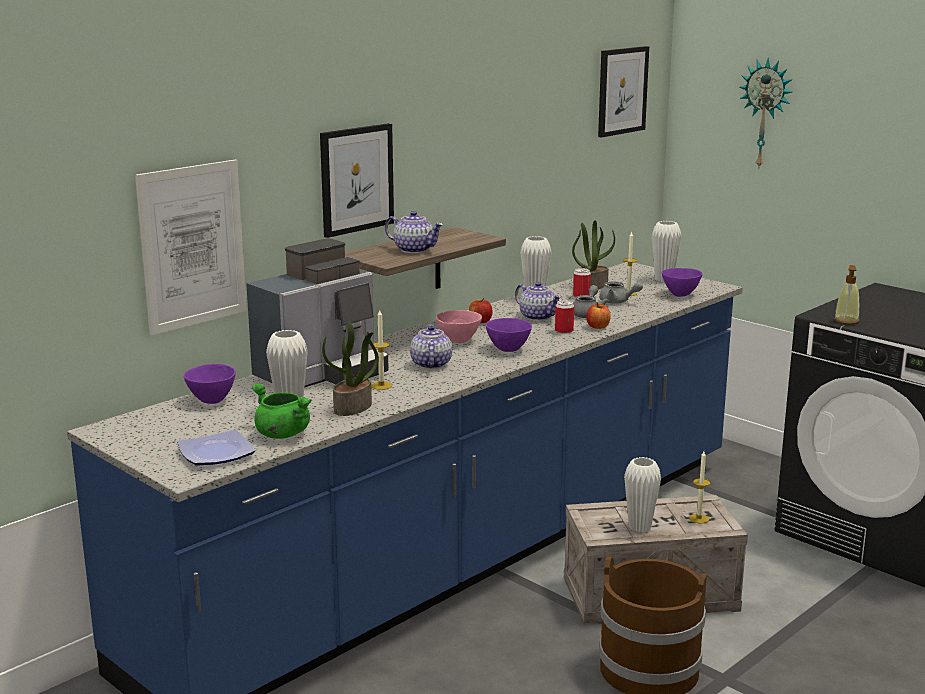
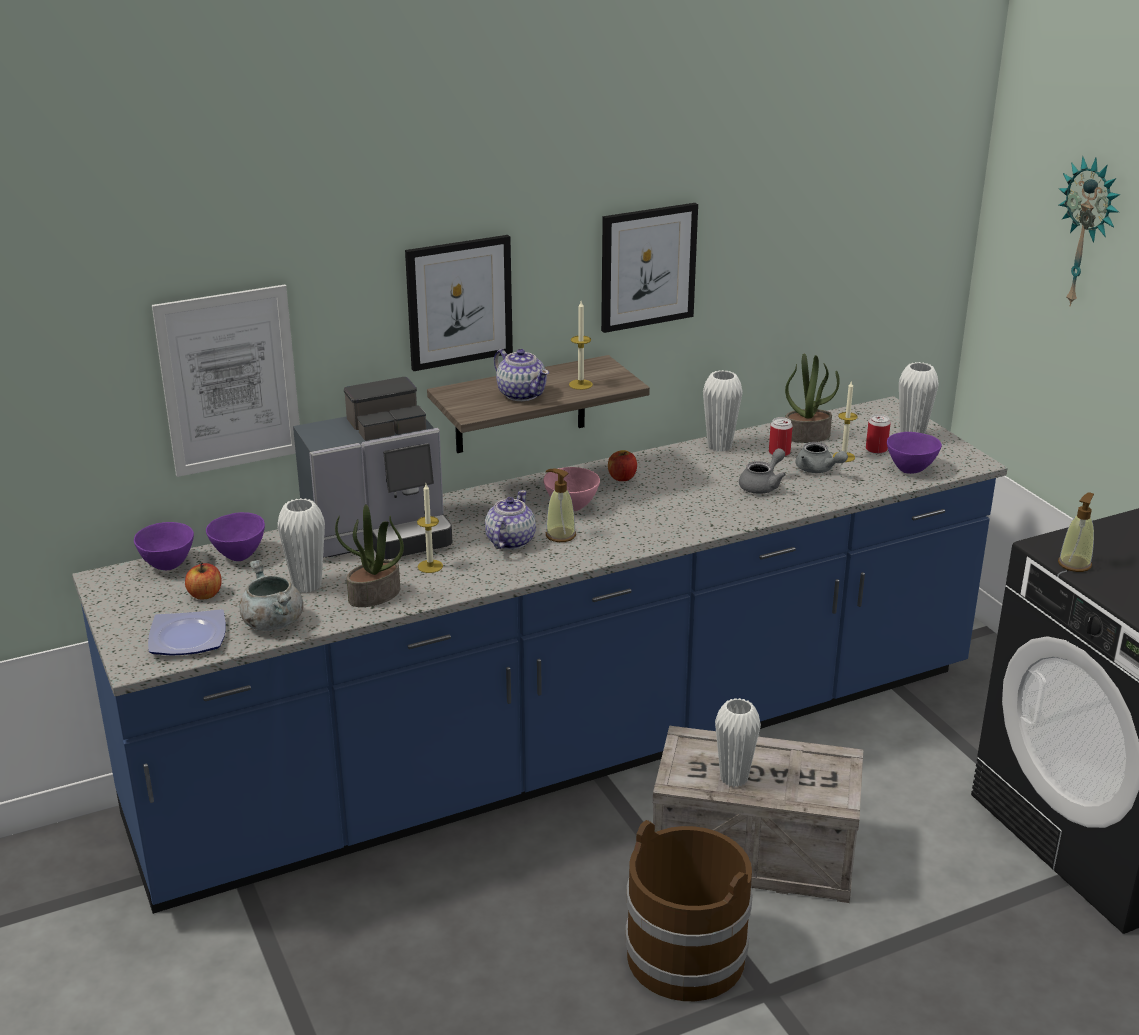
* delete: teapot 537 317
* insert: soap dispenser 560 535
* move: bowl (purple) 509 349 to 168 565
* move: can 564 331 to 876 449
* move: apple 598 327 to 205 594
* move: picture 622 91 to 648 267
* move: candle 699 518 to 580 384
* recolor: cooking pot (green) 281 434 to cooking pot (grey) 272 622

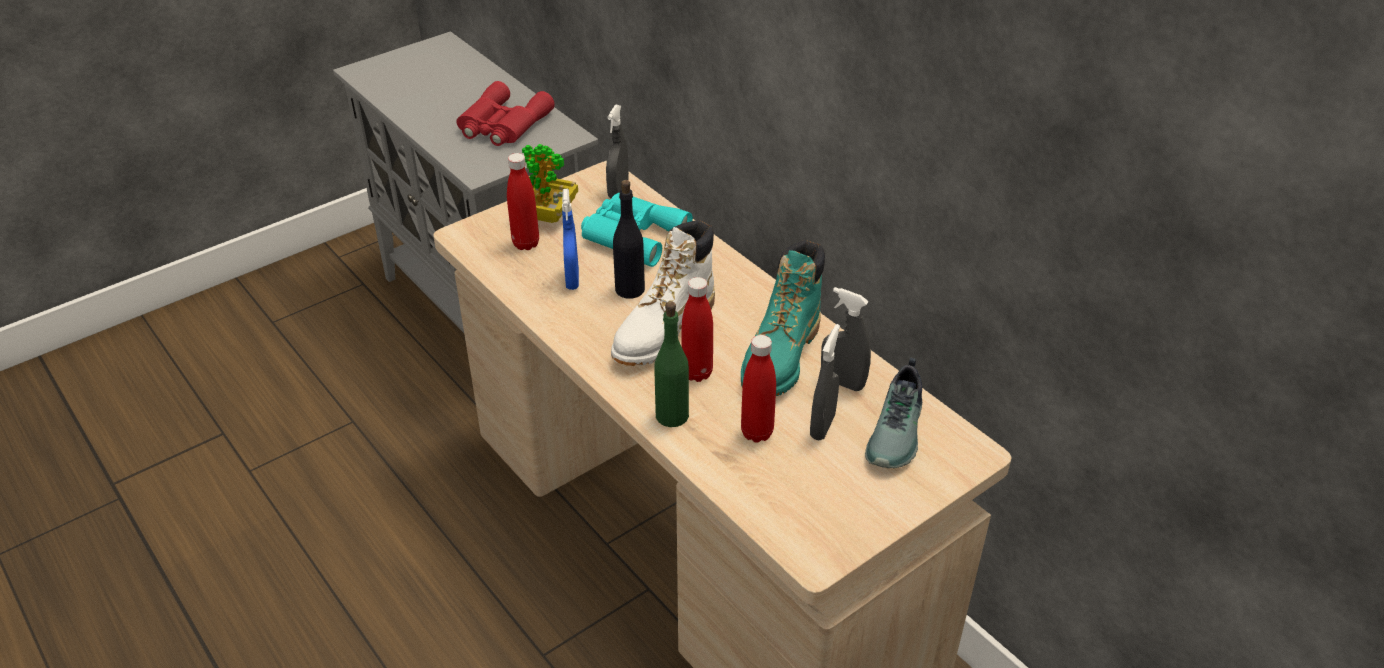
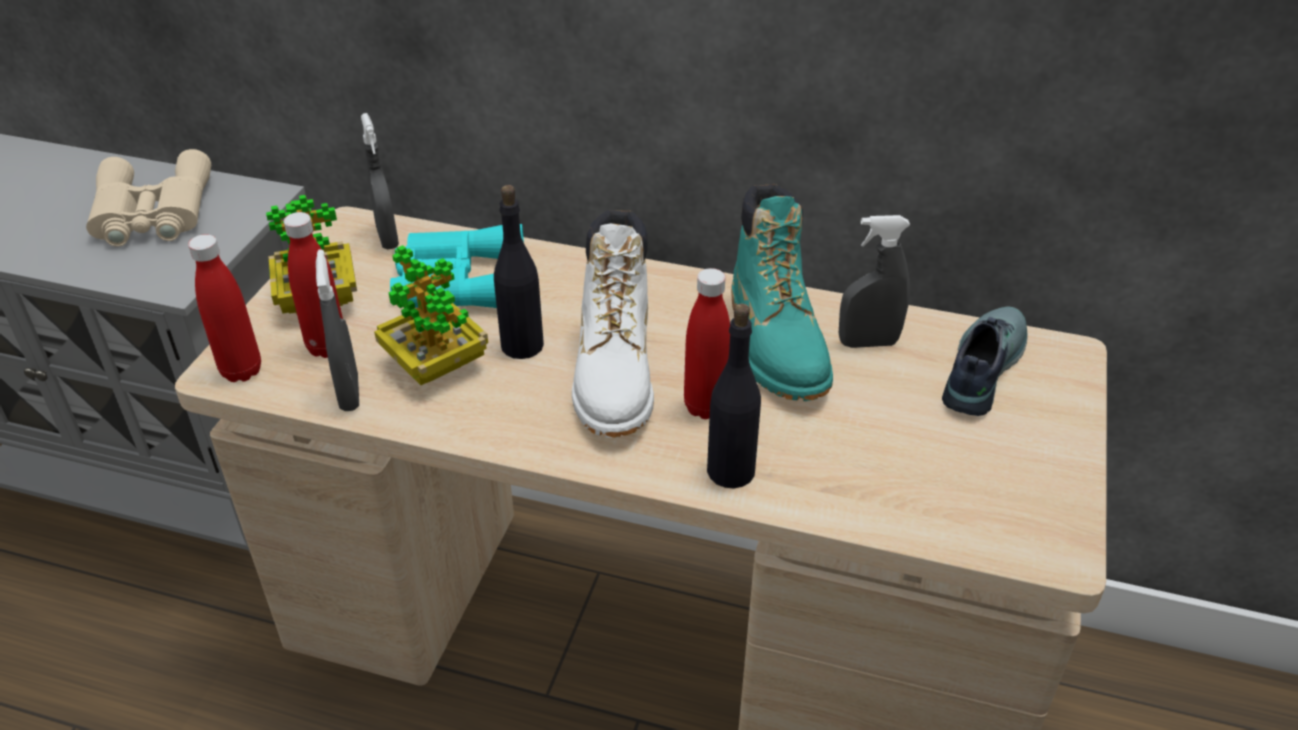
* move: bottle (red) 757 433 to 241 371
* move: spray bottle (grey) 822 426 to 349 393
* replace: spray bottle (blue) 572 279 to potted plant 435 365
* recolor: binoculars (red) 502 125 to binoculars (beige) 151 213
* recolor: bottle (green) 672 415 to bottle (black) 730 471
* rotate: shoe 898 432 = 979 368 135 degrees counterclockwise

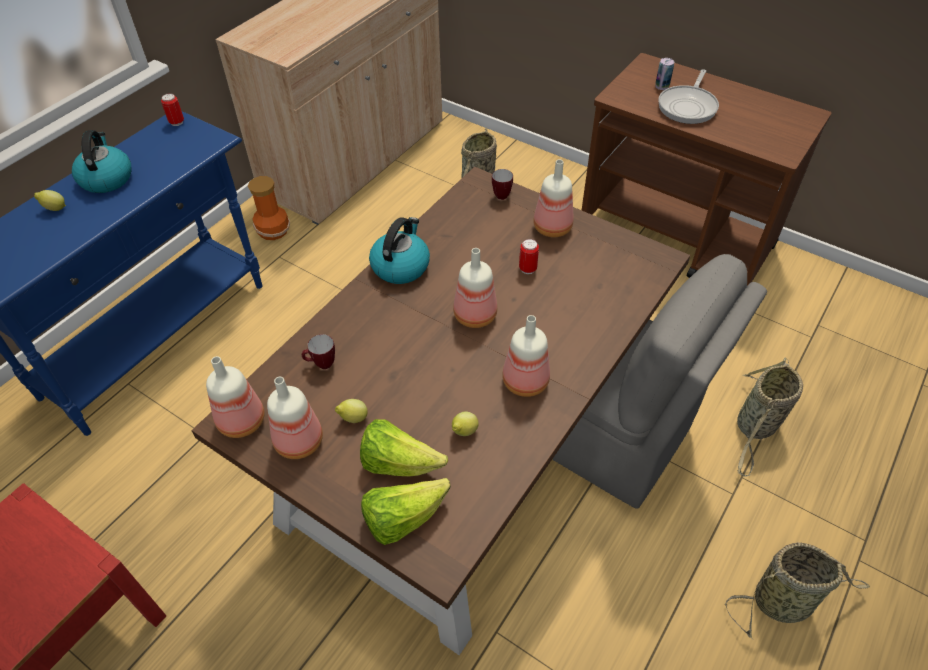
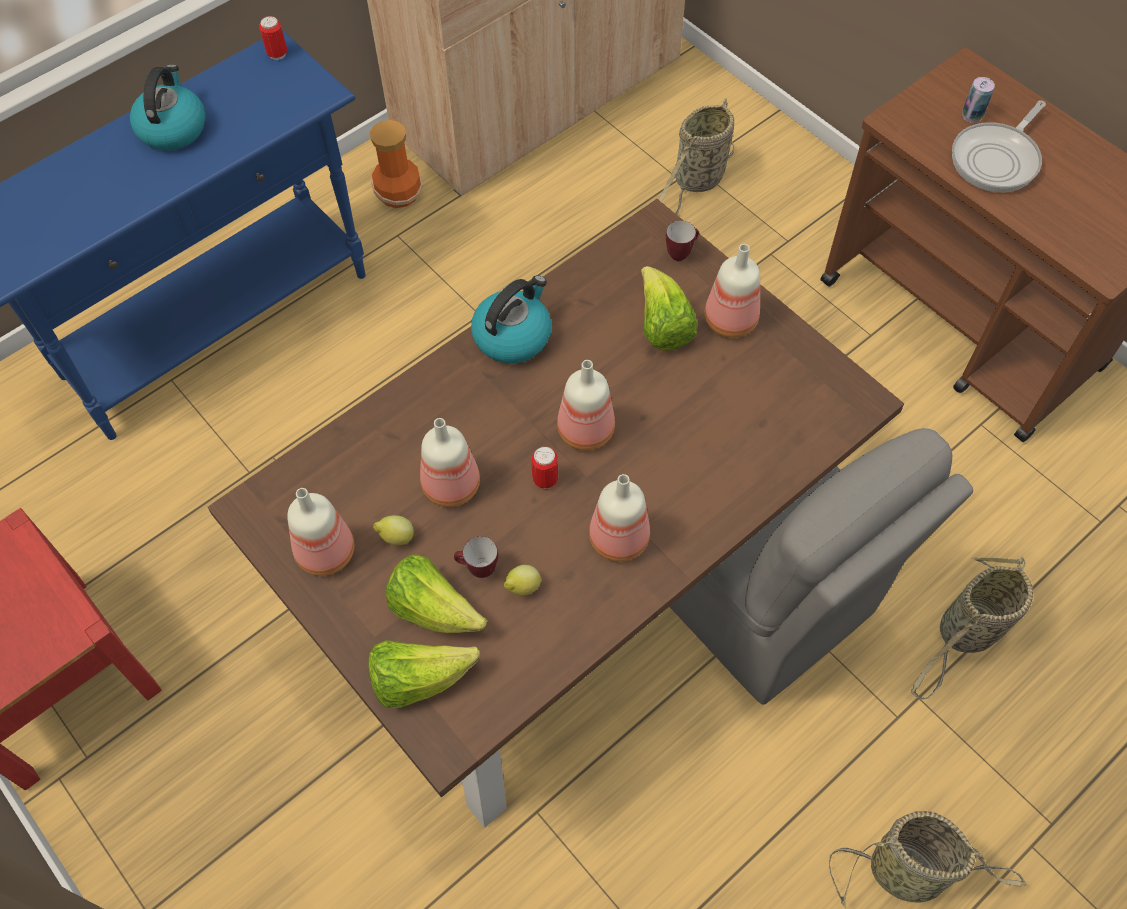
* delete: lemon 54 209
* insert: lettuce 662 326
* move: bottle 241 420 to 450 484
* move: mug 321 365 to 477 569
* move: can 527 269 to 545 479

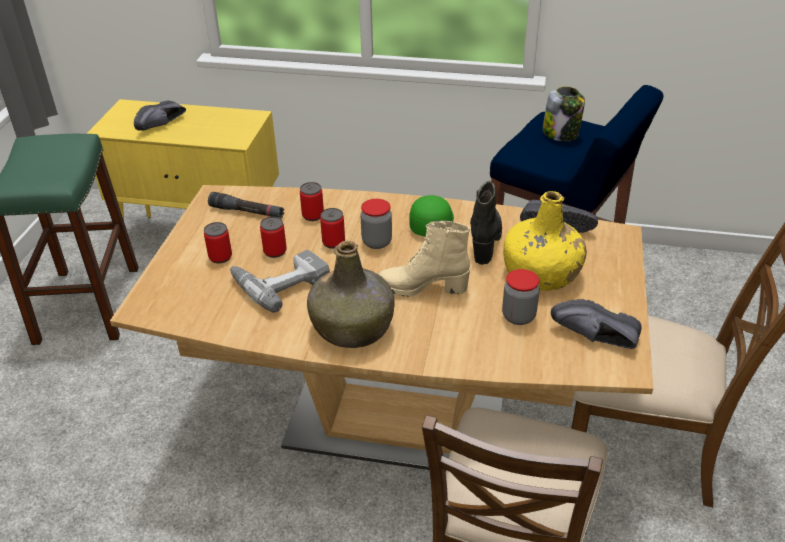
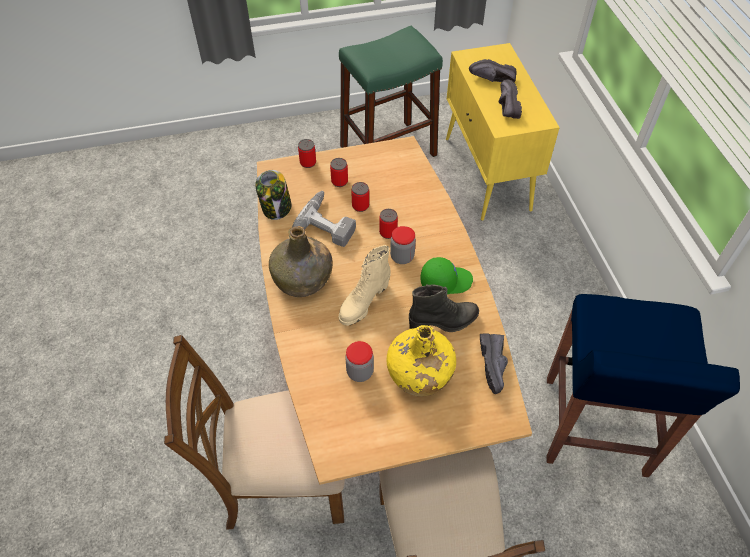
* delete: flashlight (black) 247 212
* move: can 313 215 to 308 163
* move: jar 561 134 to 276 208
* move: shoe (black) 594 339 to 505 106
* rotate: boot (beige) 422 287 = 363 302 120 degrees counterclockwise

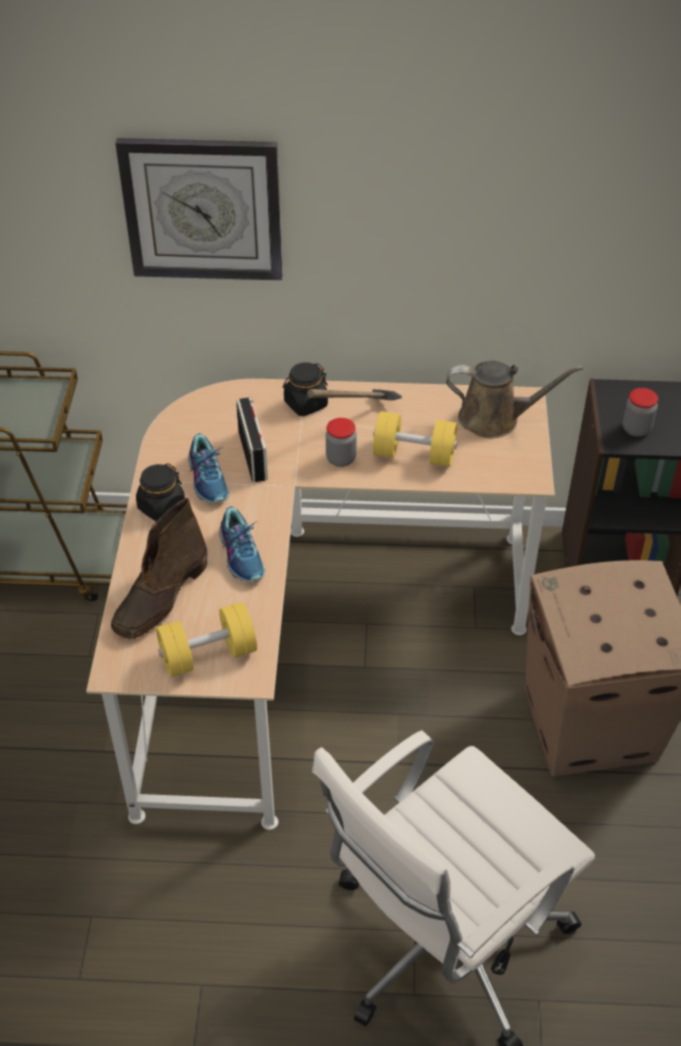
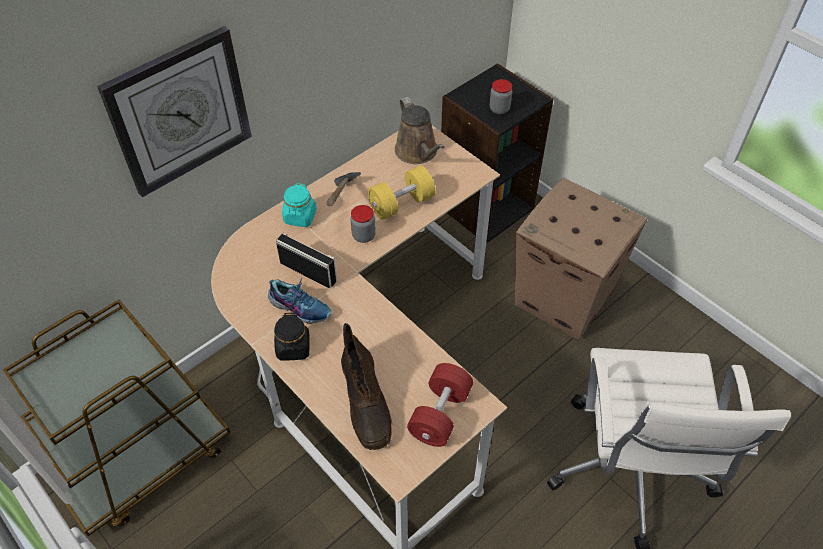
* delete: shoe 242 555
* recolor: dumbbell (yellow) 208 654 to dumbbell (red) 440 414
* recolor: jar (black) 305 404 to jar (turquoise) 300 217
* rotate: watering can (brown) 495 419 = 418 152 105 degrees clockwise

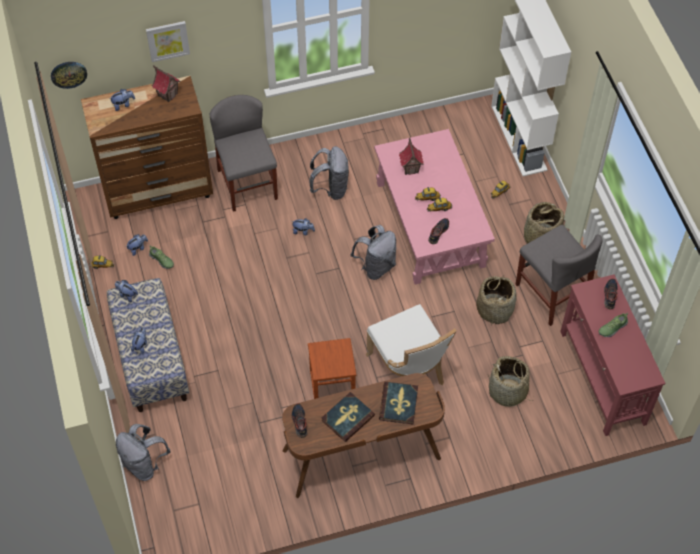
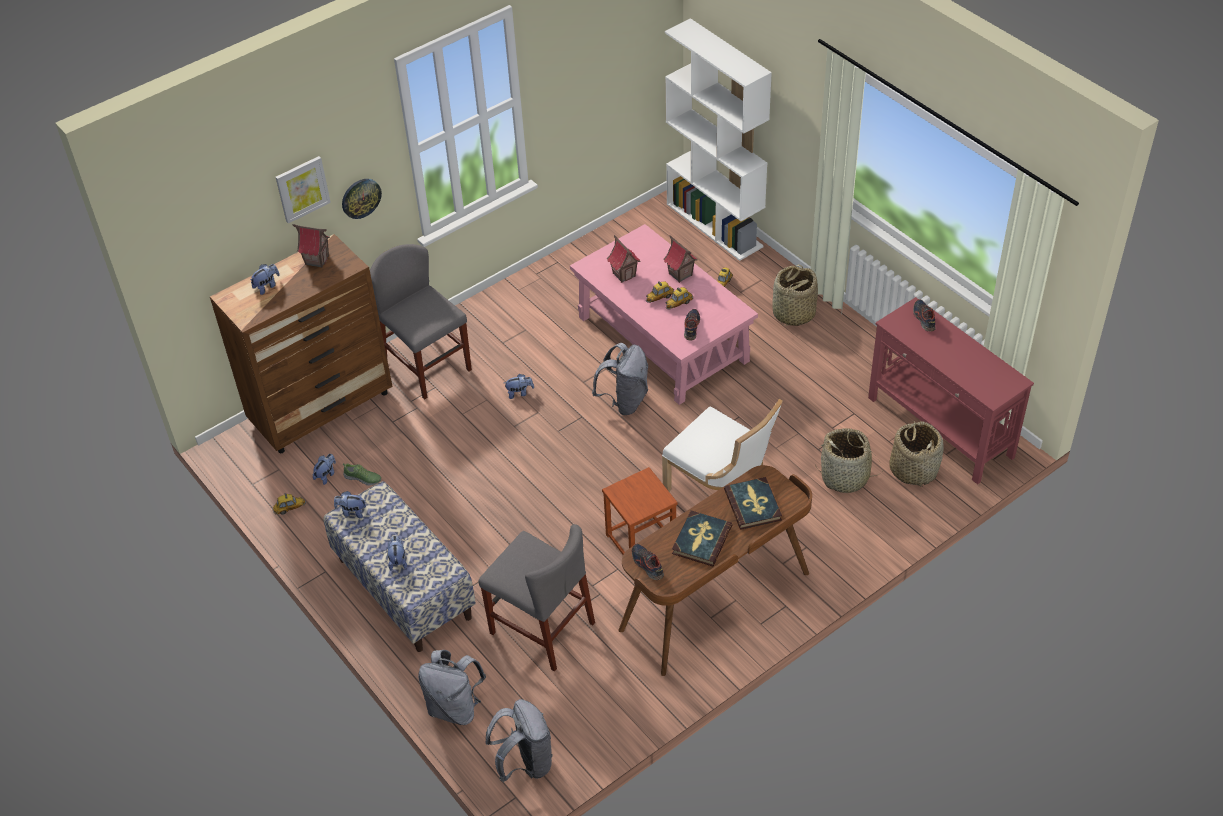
* delete: shoe 612 328
* insert: toy house 680 275
* move: wall clock 68 74 to 361 198
* move: backpack (grey) 331 188 to 525 762
* move: basket 495 309 to 913 469
* move: chair (grey) 552 293 to 542 628

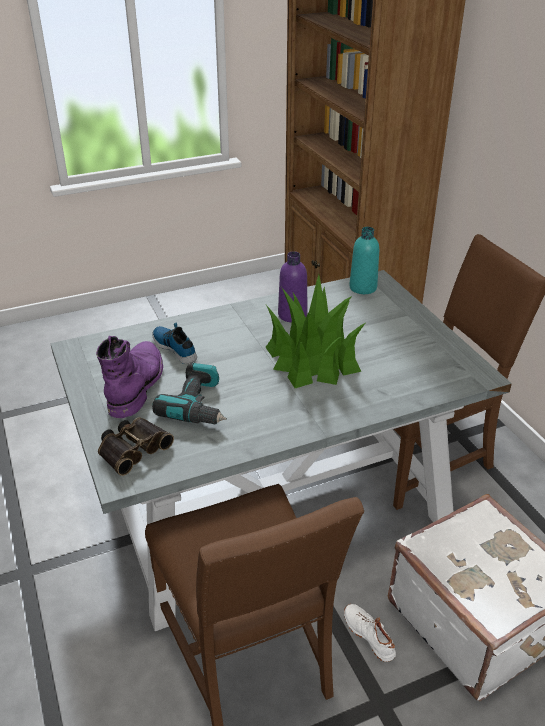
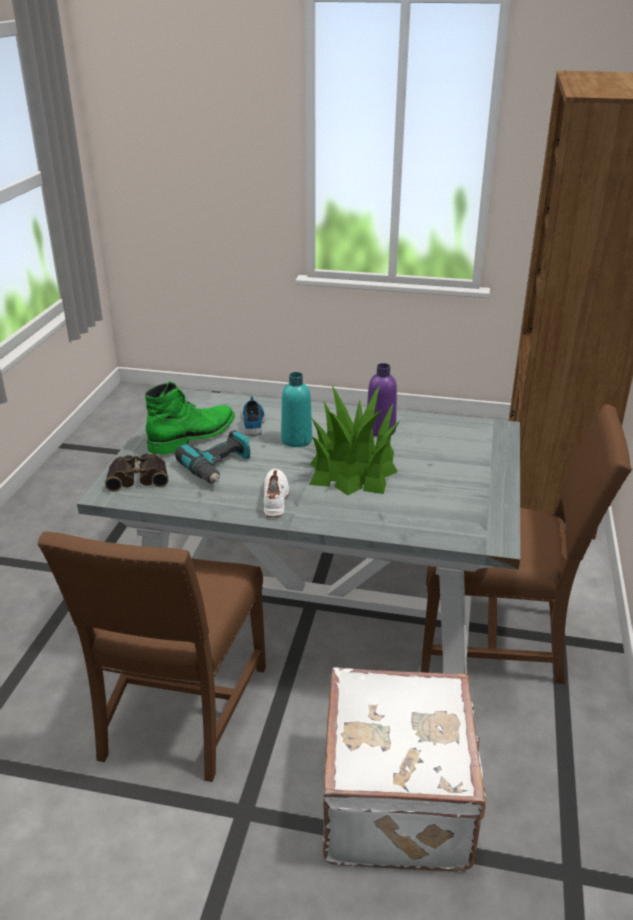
* move: shoe (white) 370 635 to 276 498
* move: bottle (turquoise) 363 288 to 296 440
* recolor: boot (purple) 136 384 to boot (green) 193 436

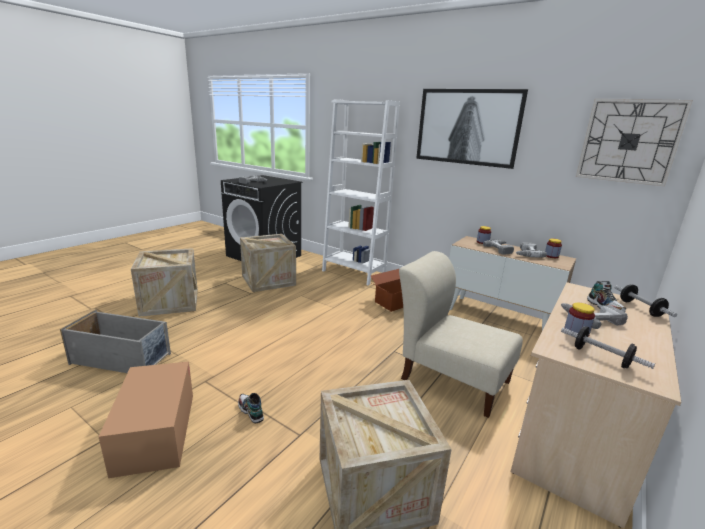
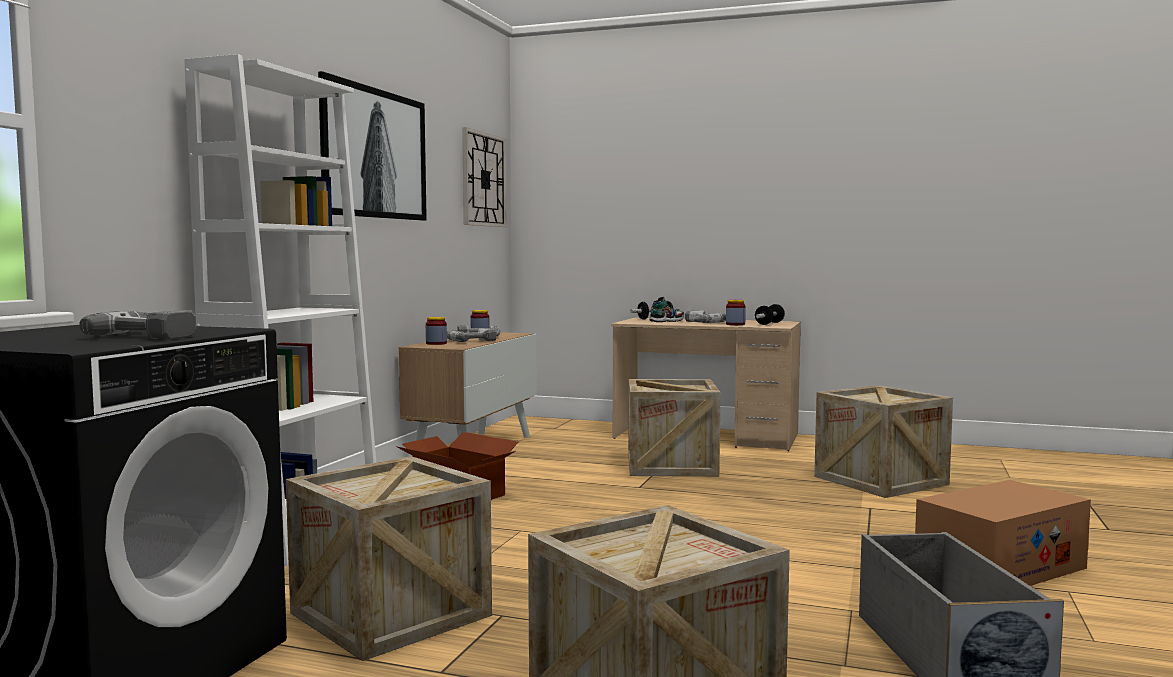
* delete: shoe 250 411
* replace: chair (beige) 451 378 to crate 671 465

